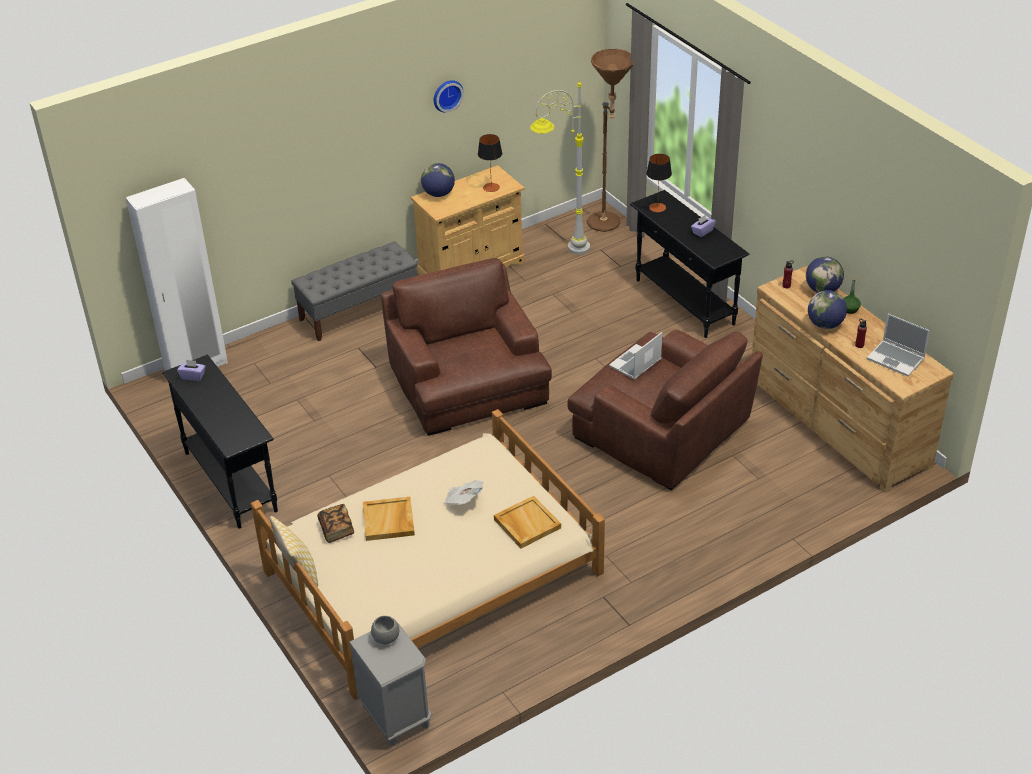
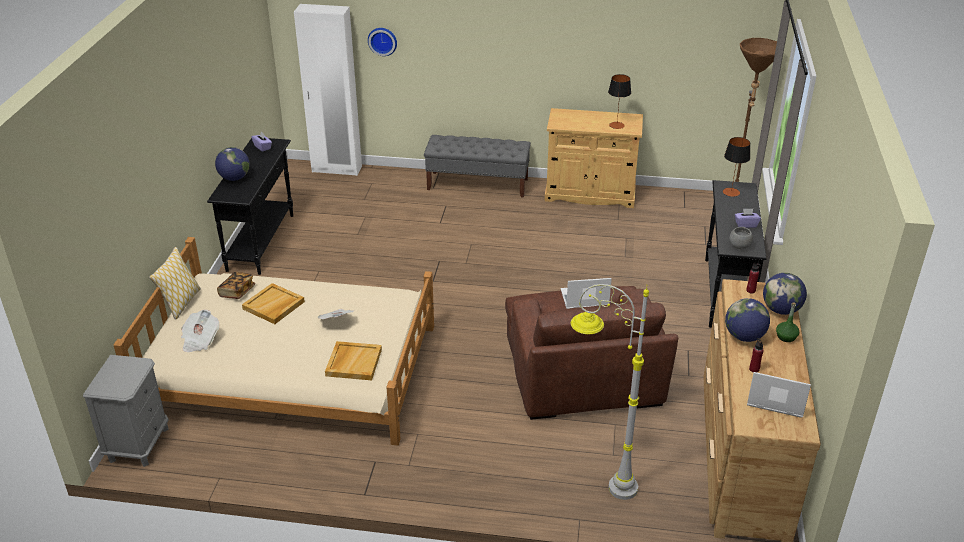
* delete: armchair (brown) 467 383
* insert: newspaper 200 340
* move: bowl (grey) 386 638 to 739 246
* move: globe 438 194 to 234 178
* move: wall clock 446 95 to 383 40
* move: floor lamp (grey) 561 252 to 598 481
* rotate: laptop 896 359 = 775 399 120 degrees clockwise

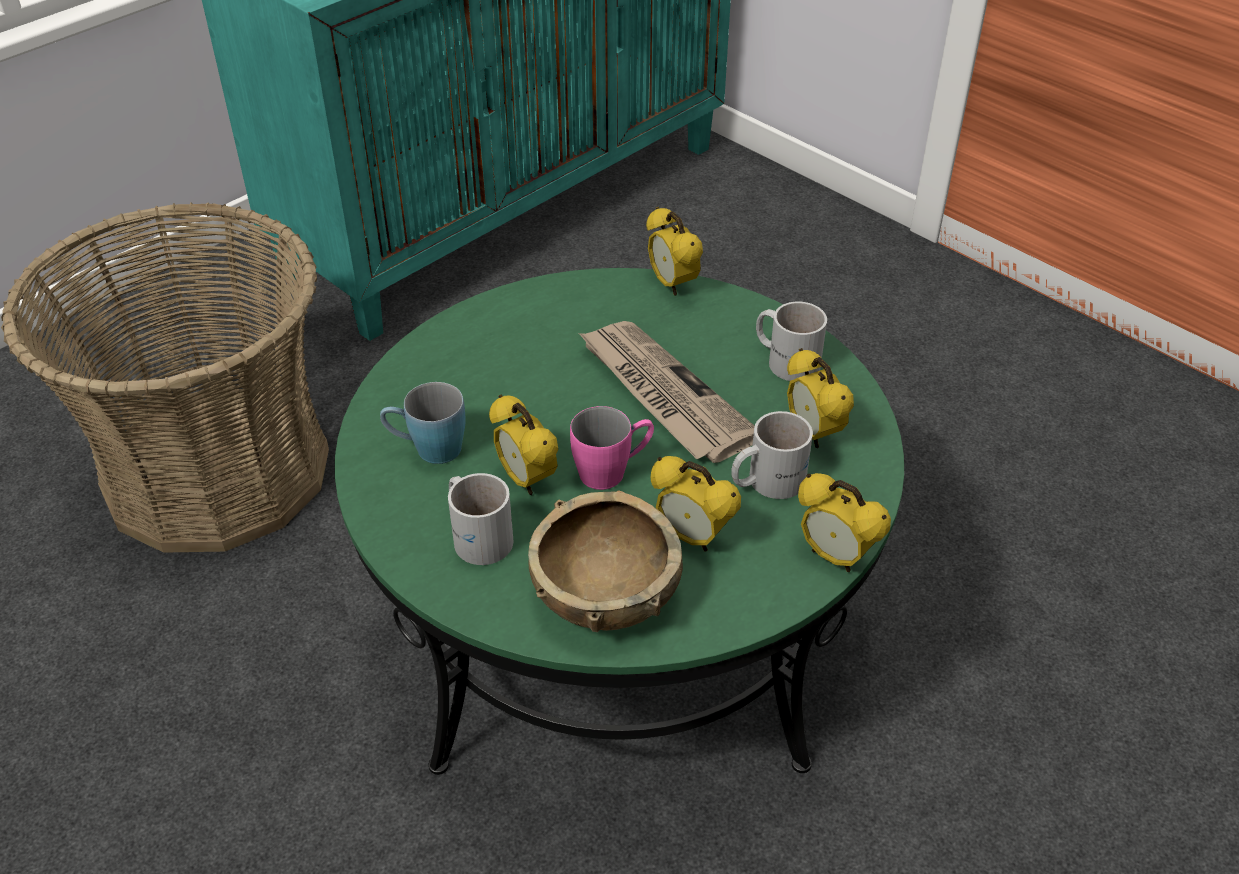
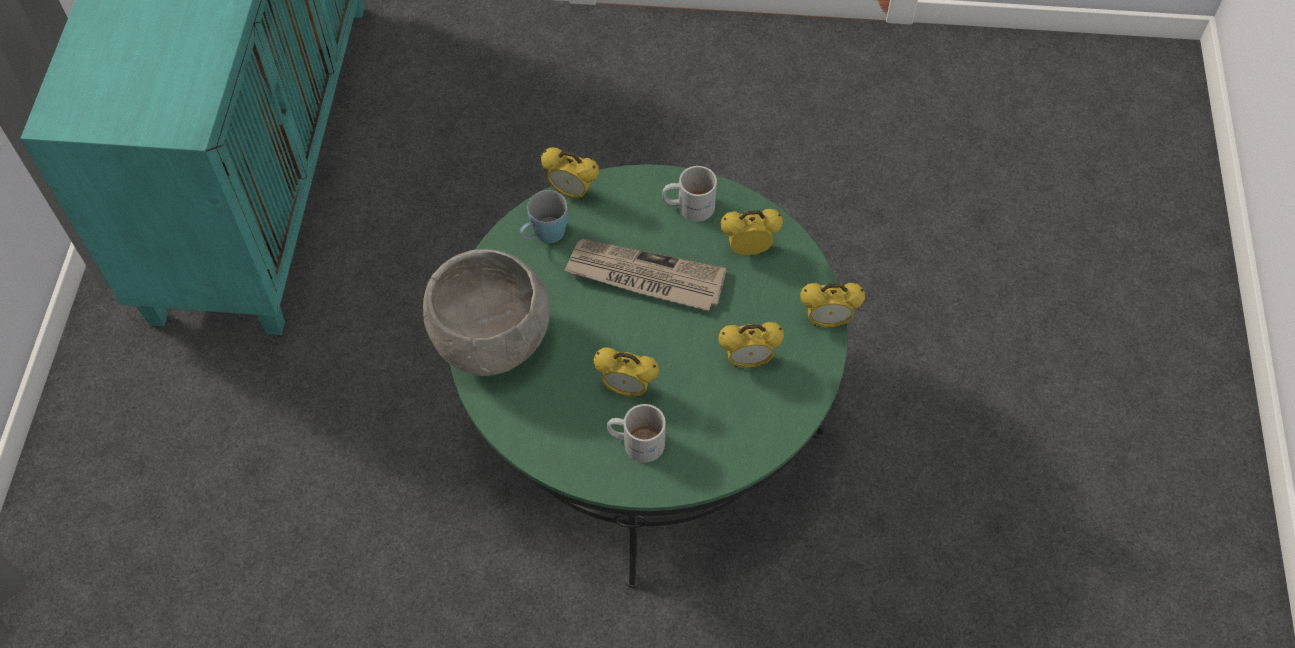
* delete: basket 217 470
* delete: bowl (brown) 605 592
* delete: mug (pink) 612 470
* delete: mug (white) 766 480
* insert: bowl (grey) 490 340
* move: mug (blue) 427 449 to 544 236
* rotate: alarm clock 813 434 = 748 249 150 degrees clockwise

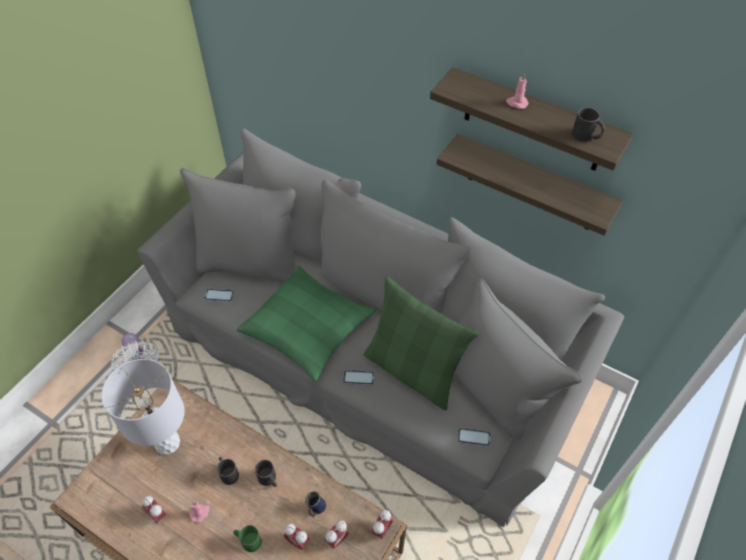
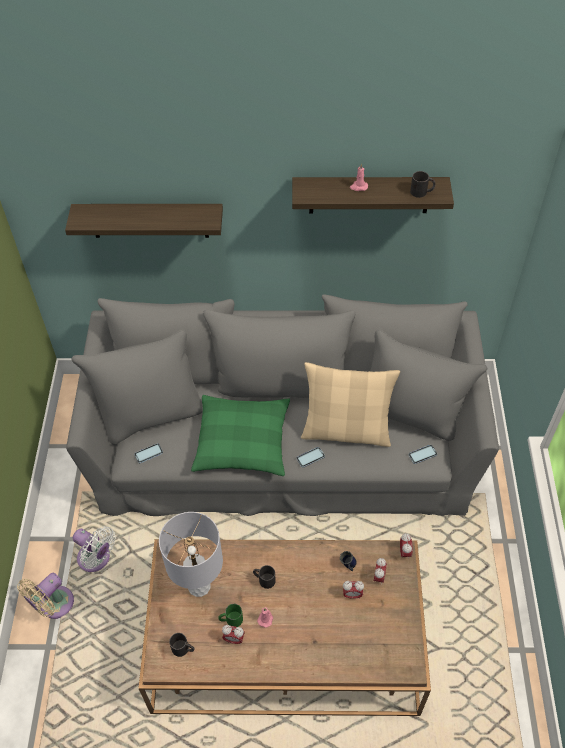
* insert: fan (beige) 53 605
* move: mug (green) 248 540 to 231 620
* move: mug (black) 269 479 to 183 649
* move: shelf 531 184 to 149 220
* recolor: pillow (green) 412 371 to pillow (beige) 346 431

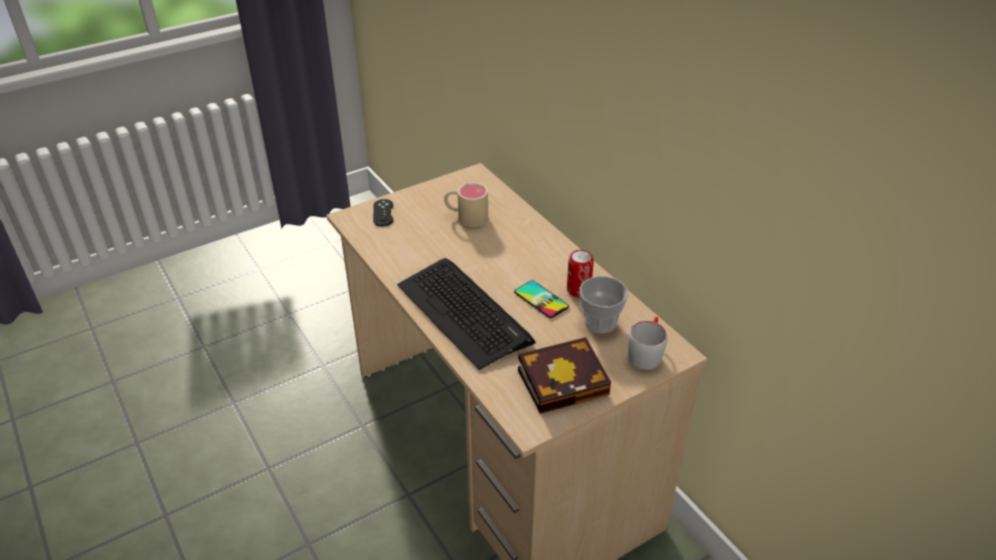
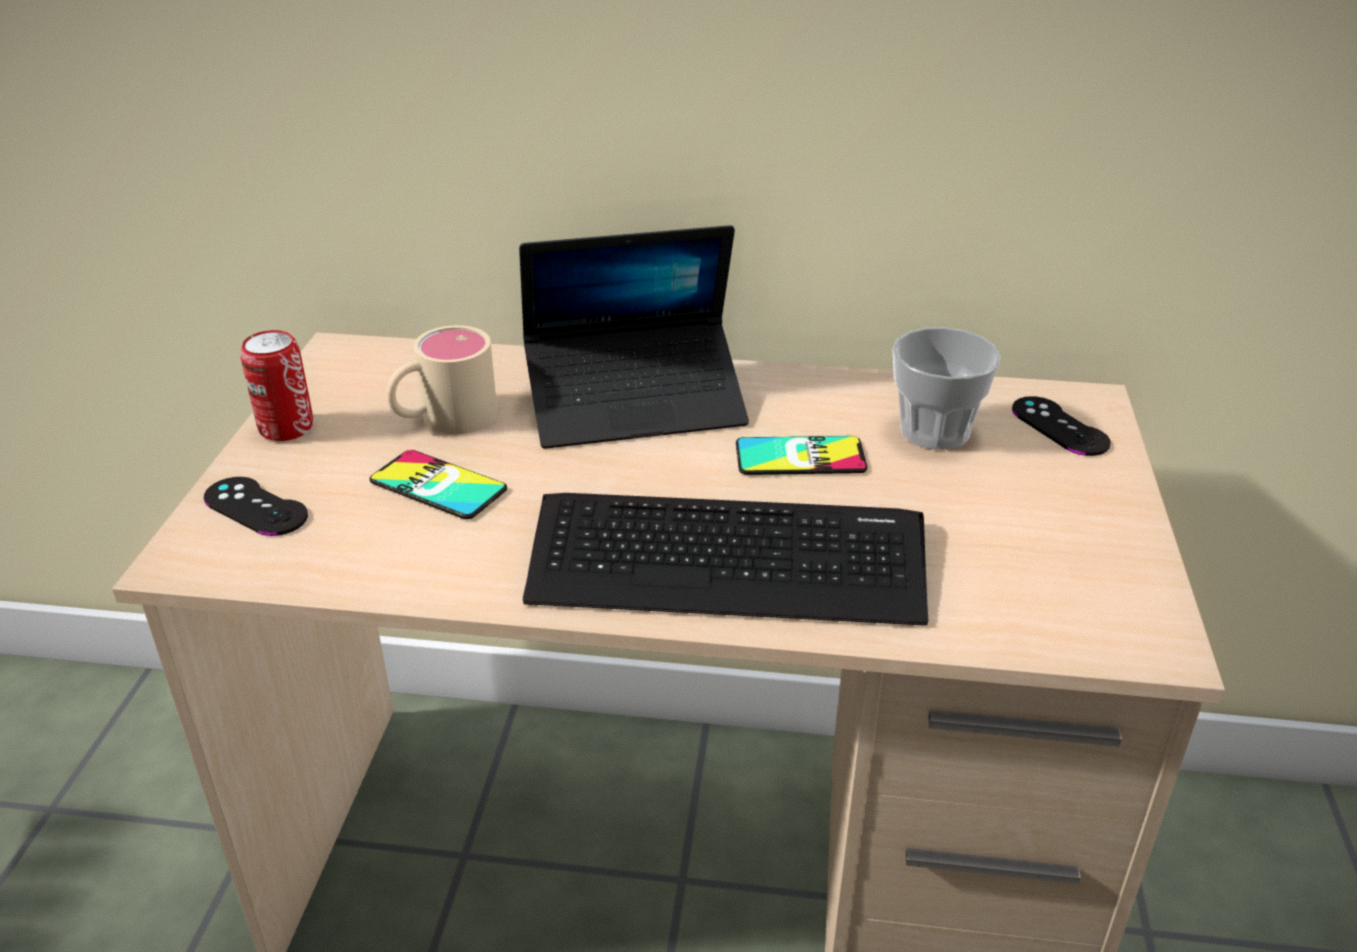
* delete: book 566 380
* insert: phone 438 485
* insert: laptop 635 403
* move: can 578 290 to 286 428
* replace: mug (grey) 646 352 to game controller (black) 1059 426

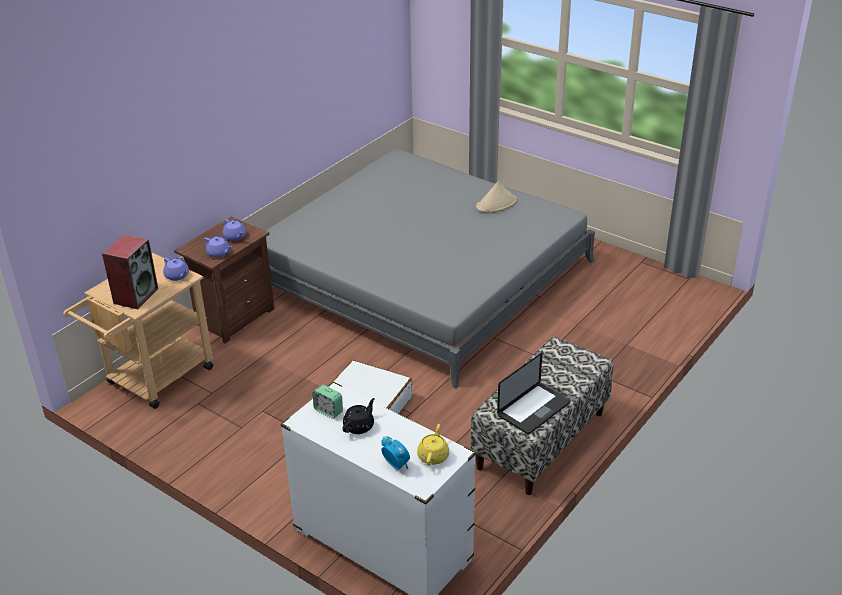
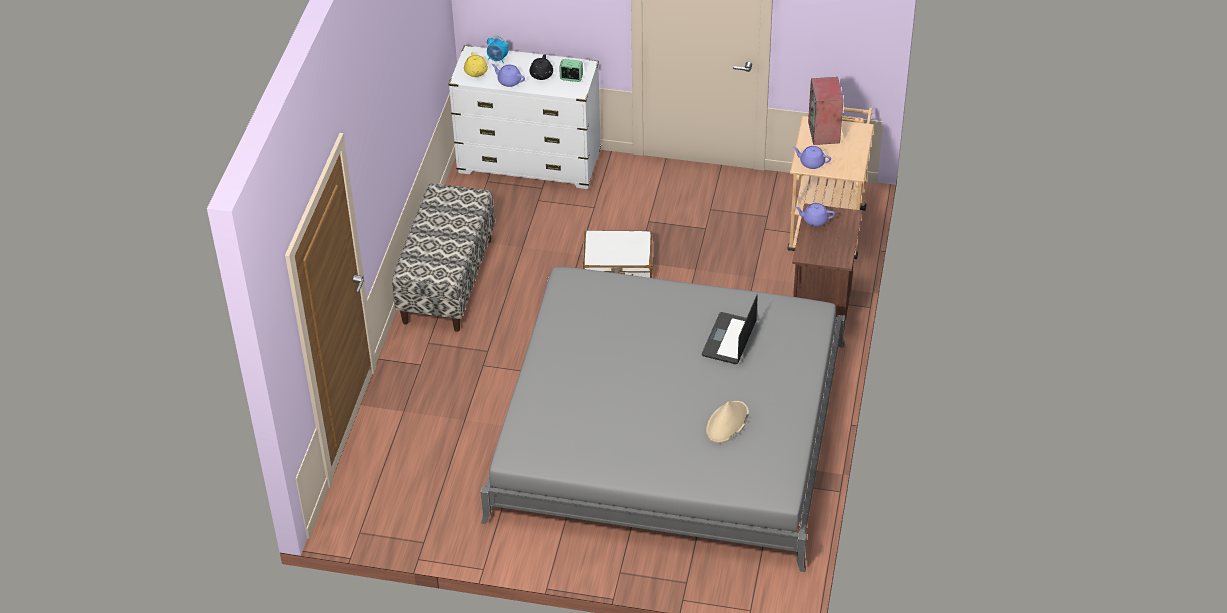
* move: teapot (purple) 235 237 to 509 81
* move: hat (beige) 496 204 to 727 423
* move: laptop 533 409 to 729 339

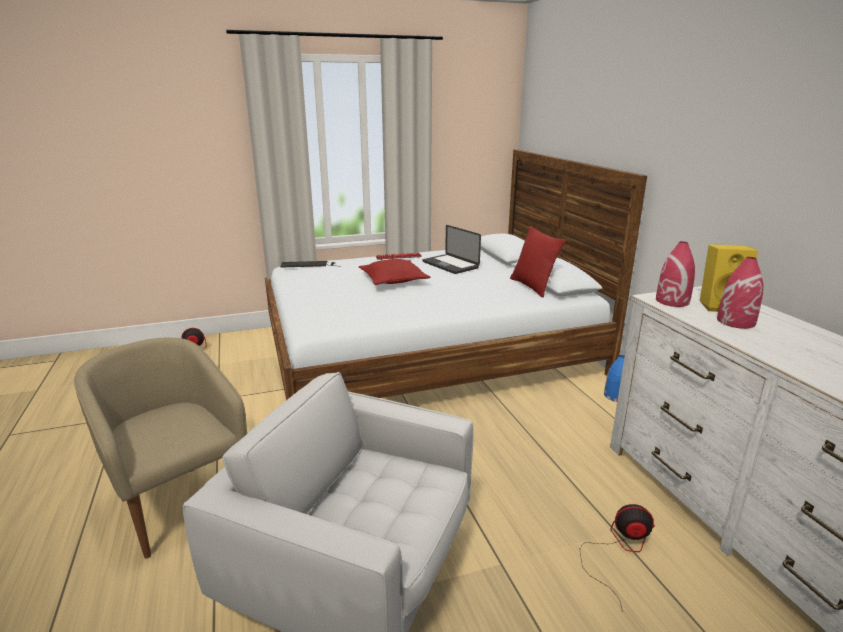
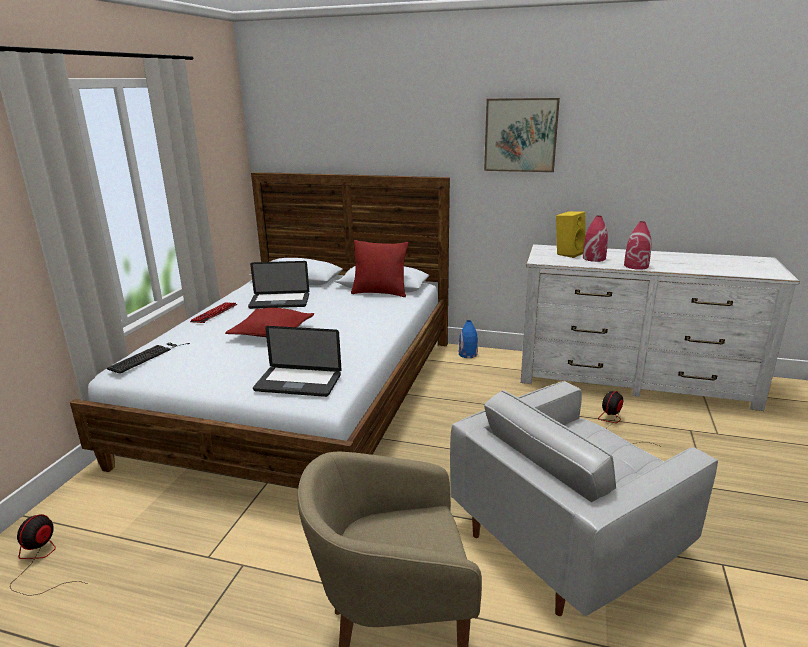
* insert: laptop 298 383
* insert: picture 520 135
* move: vase (red) 672 301 to 636 266

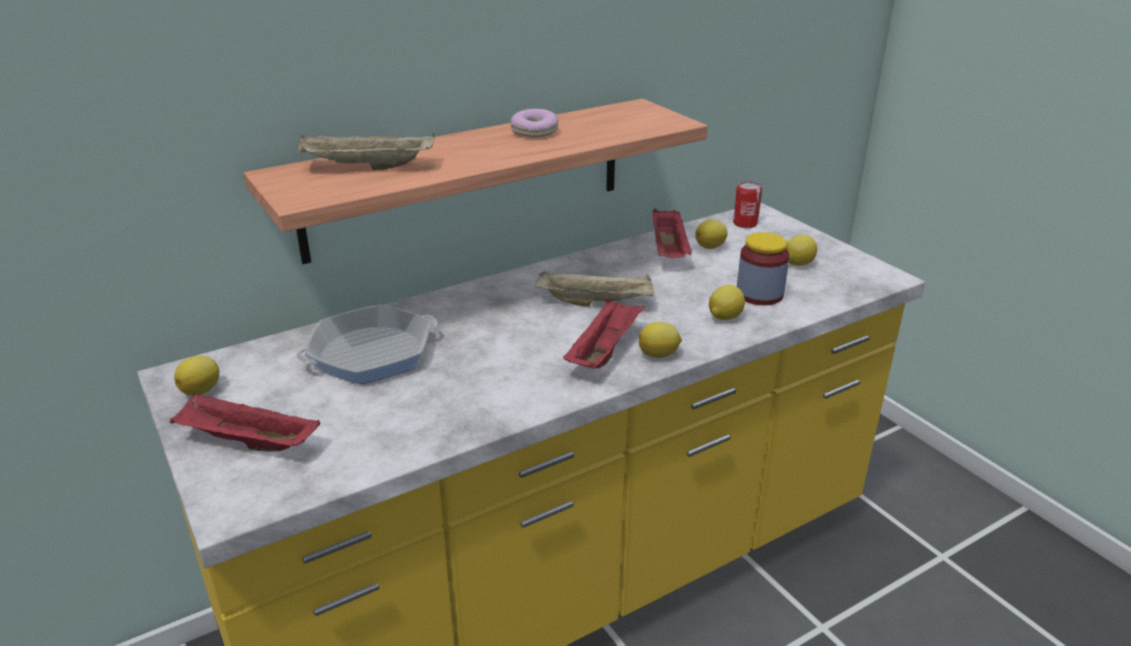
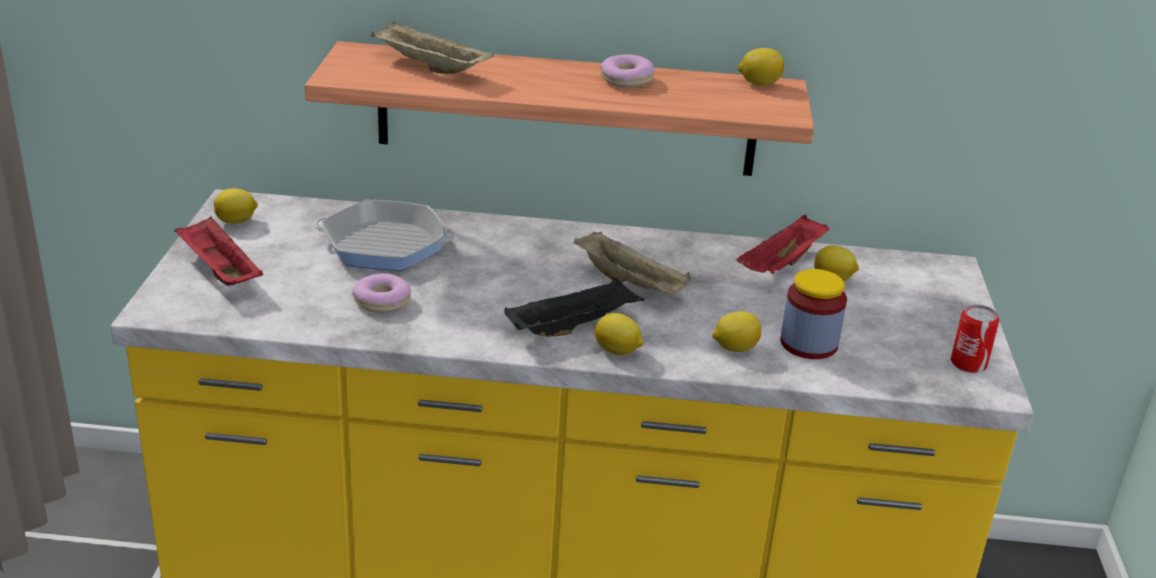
* insert: donut 382 301
* move: can 745 223 to 968 363
* move: lemon 797 264 to 758 83
* recolor: tray (red) 604 351 to tray (black) 573 326

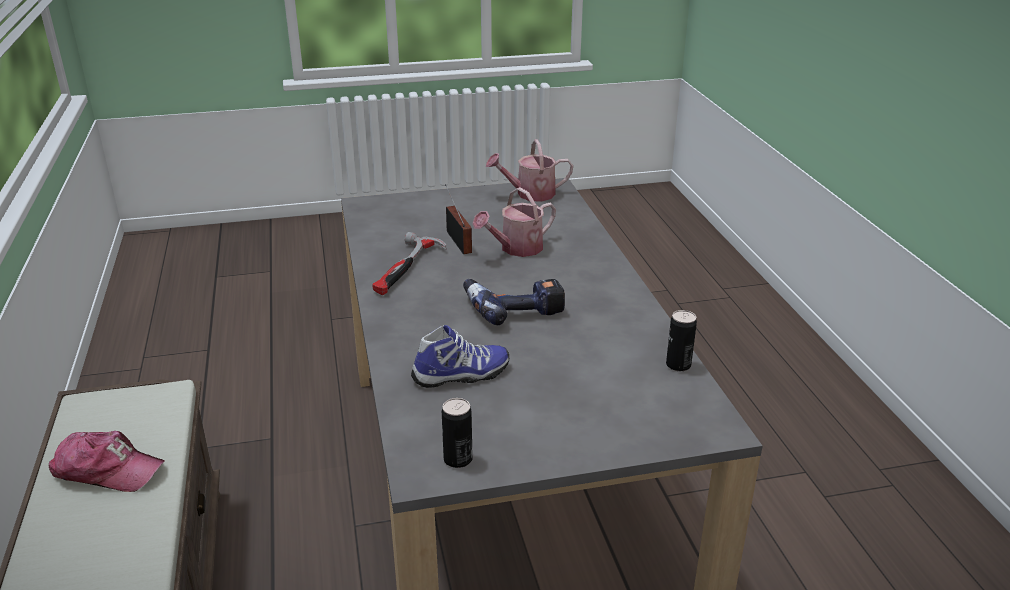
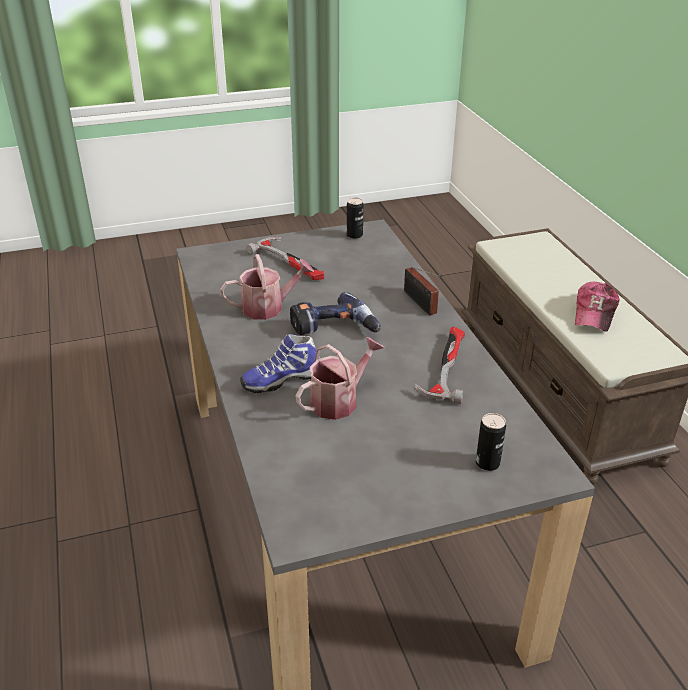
* insert: hammer 291 263
* move: shoe 461 376 to 281 379
* move: radio 458 240 to 421 303
* move: watering can 530 194 to 268 307
* move: can 678 365 to 487 463
* rotate: cap 107 470 = 594 313 75 degrees counterclockwise

